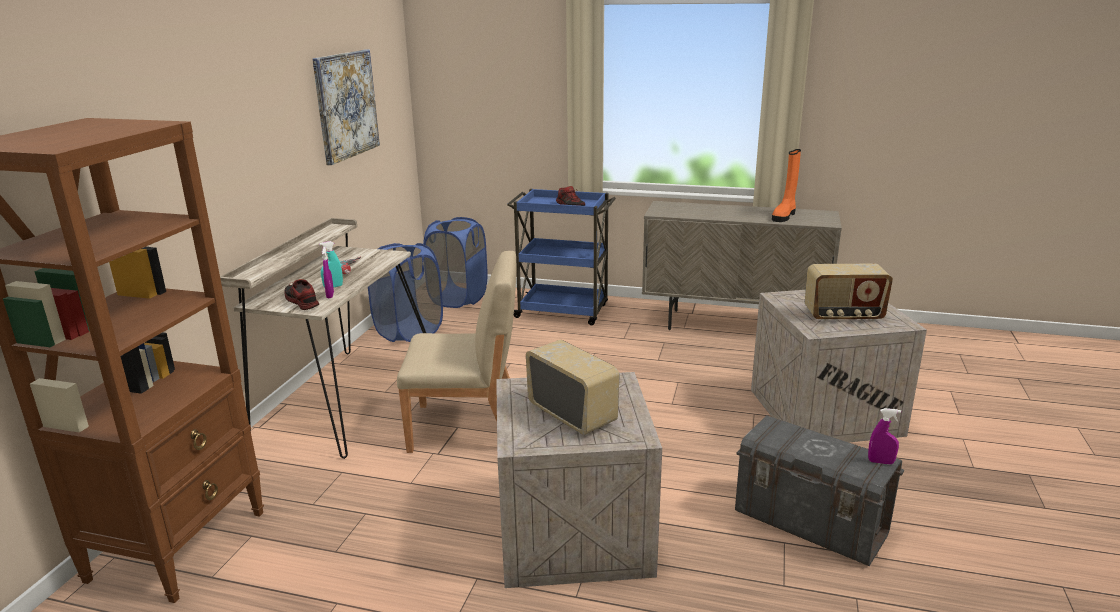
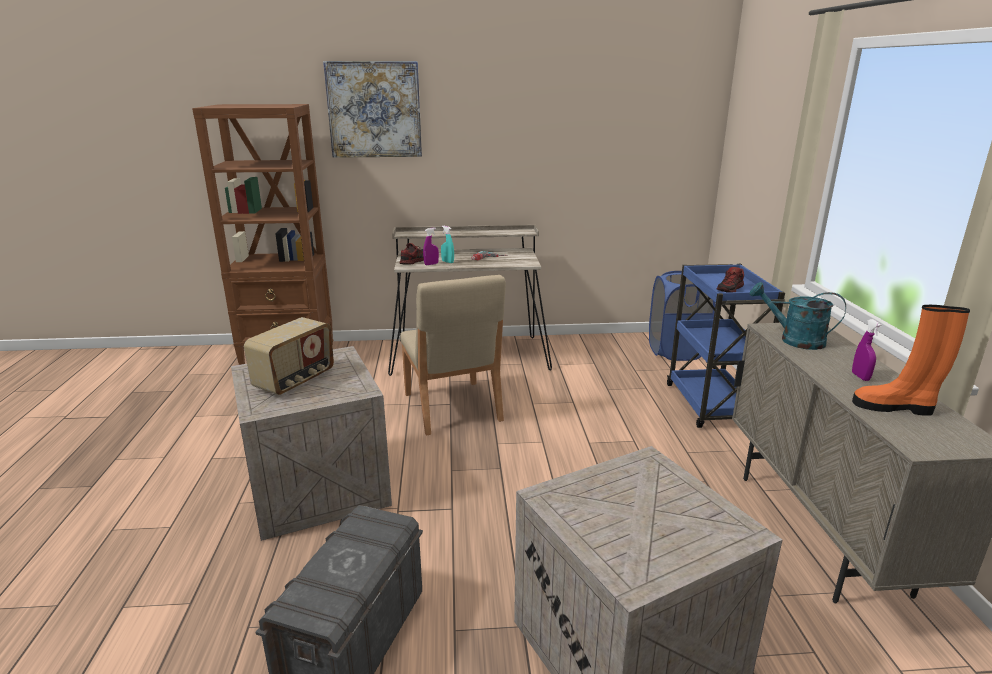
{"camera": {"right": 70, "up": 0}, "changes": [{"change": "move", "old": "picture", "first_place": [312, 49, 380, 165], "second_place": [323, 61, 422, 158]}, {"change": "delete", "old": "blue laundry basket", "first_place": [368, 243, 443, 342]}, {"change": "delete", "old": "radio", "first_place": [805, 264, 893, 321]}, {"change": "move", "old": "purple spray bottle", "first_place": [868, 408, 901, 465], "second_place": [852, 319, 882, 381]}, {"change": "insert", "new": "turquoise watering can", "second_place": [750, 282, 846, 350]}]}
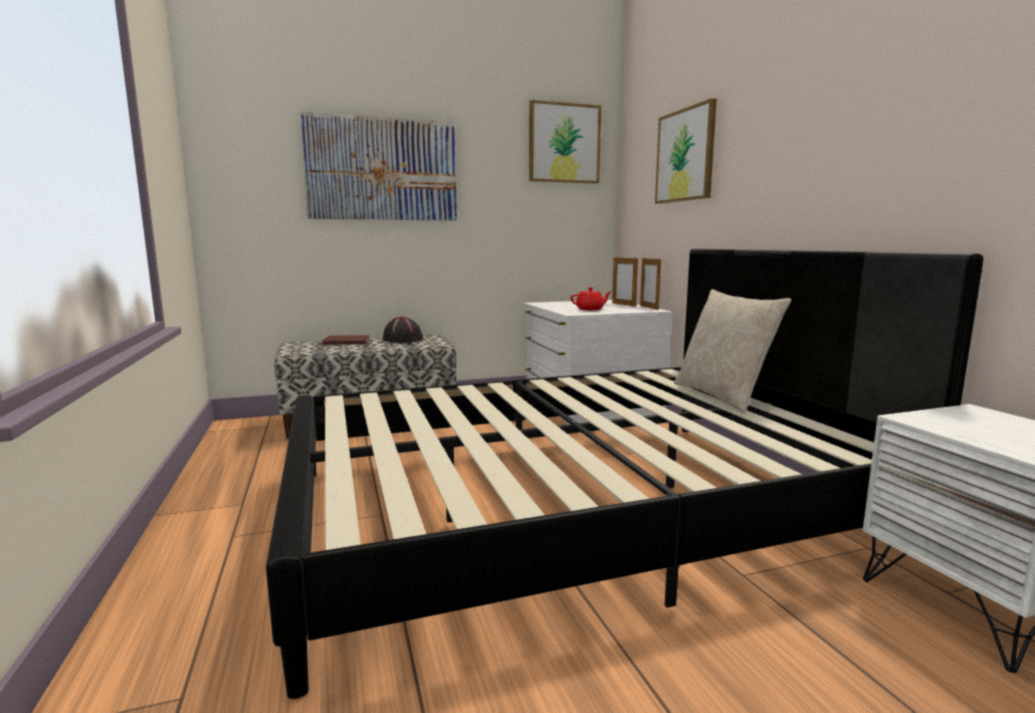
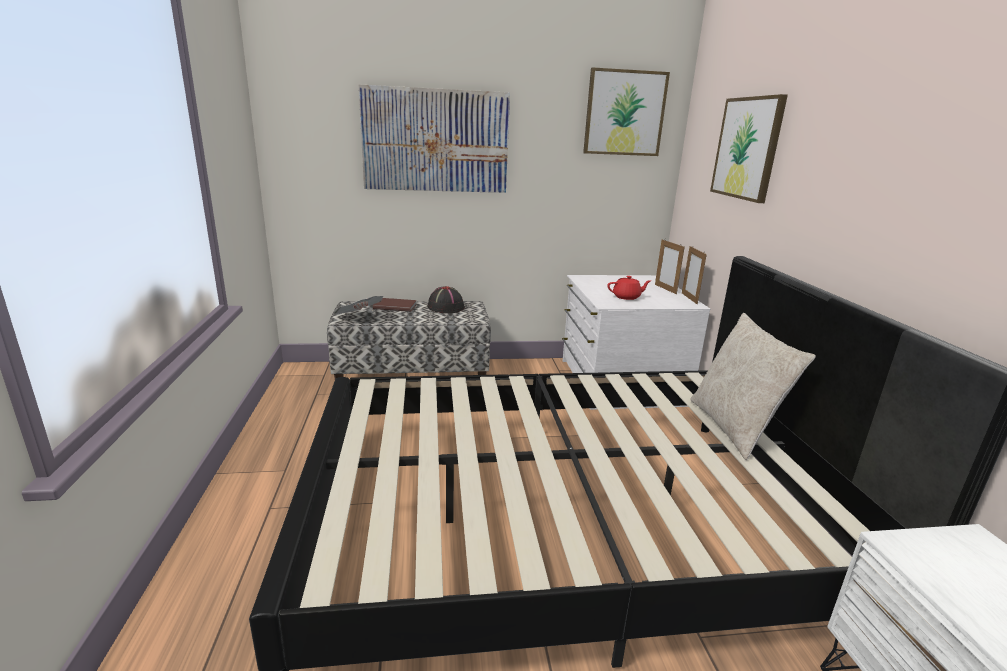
{"camera": {"right": 10, "up": 10}, "changes": [{"change": "insert", "new": "newspaper", "second_place": [333, 296, 384, 315]}]}
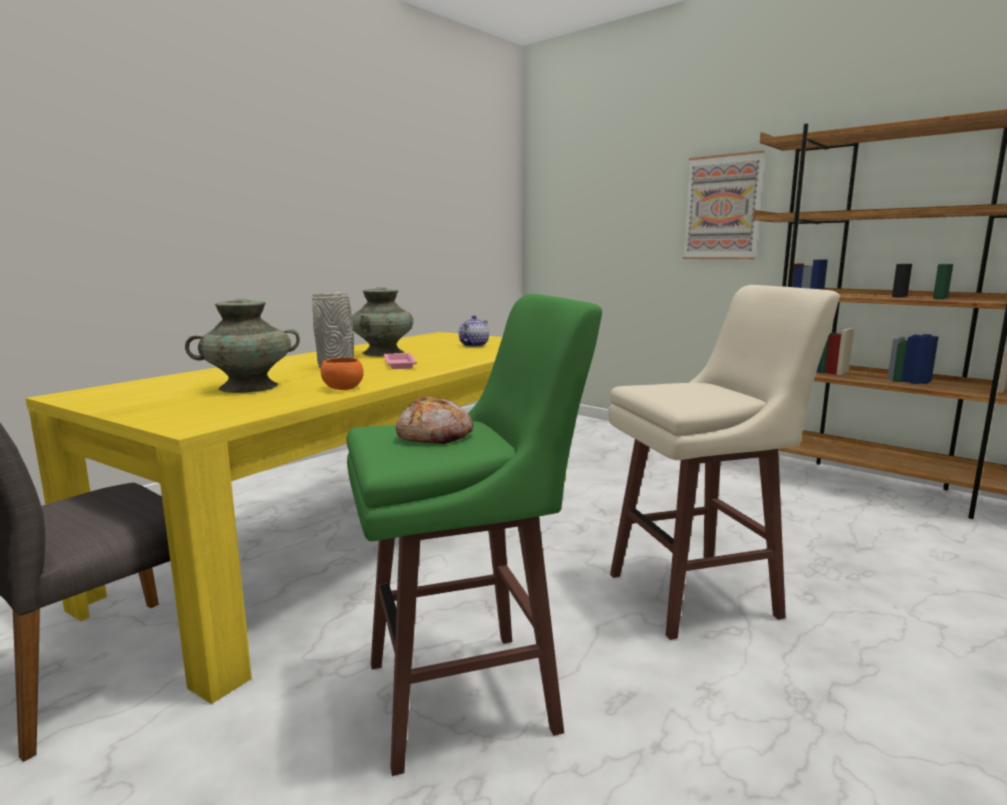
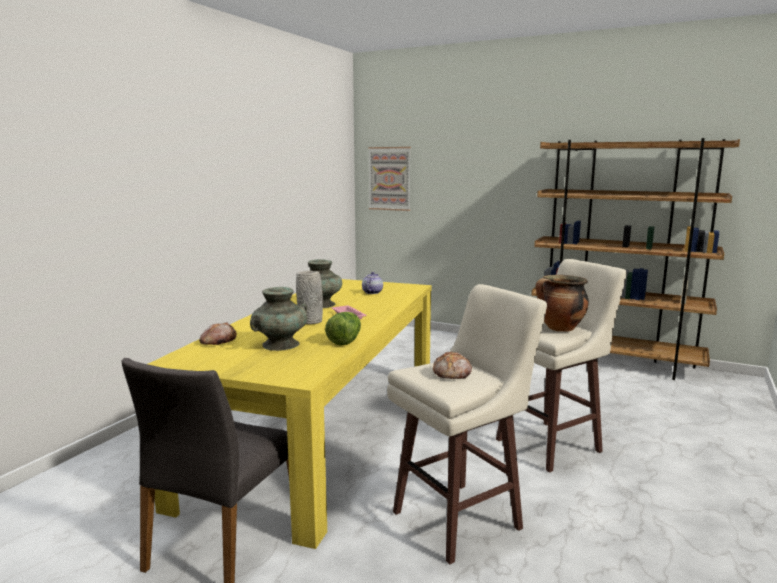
{"camera": {"right": -15, "up": 0}, "changes": [{"change": "move", "old": "picture", "first_place": [683, 150, 765, 259], "second_place": [368, 147, 411, 211]}, {"change": "recolor", "old": "green stool", "new": "beige stool", "first_place": [346, 294, 602, 776], "second_place": [387, 284, 547, 564]}, {"change": "replace", "old": "orange bowl", "new": "lettuce", "first_place": [321, 358, 364, 390], "second_place": [325, 312, 361, 346]}, {"change": "insert", "new": "cooking pot", "second_place": [536, 275, 589, 332]}, {"change": "insert", "new": "bread", "second_place": [199, 322, 237, 345]}]}
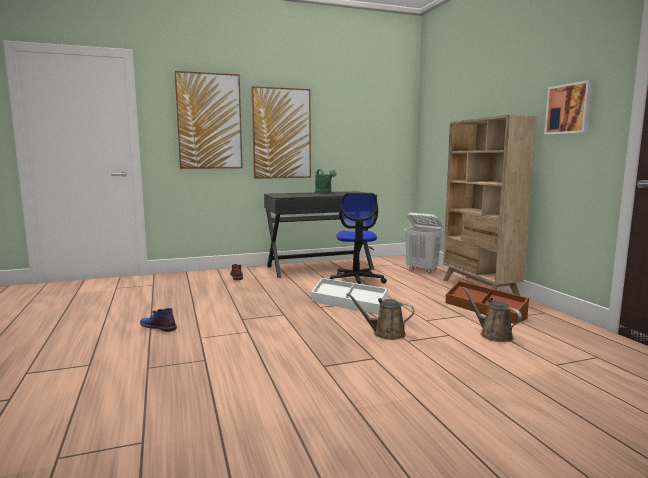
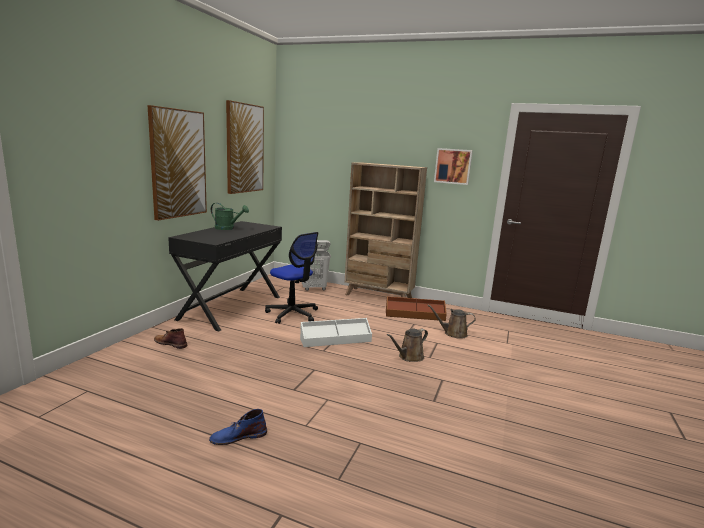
{"camera": {"right": -50, "up": 5}, "changes": [{"change": "move", "old": "picture", "first_place": [175, 71, 243, 169], "second_place": [226, 100, 264, 194]}]}
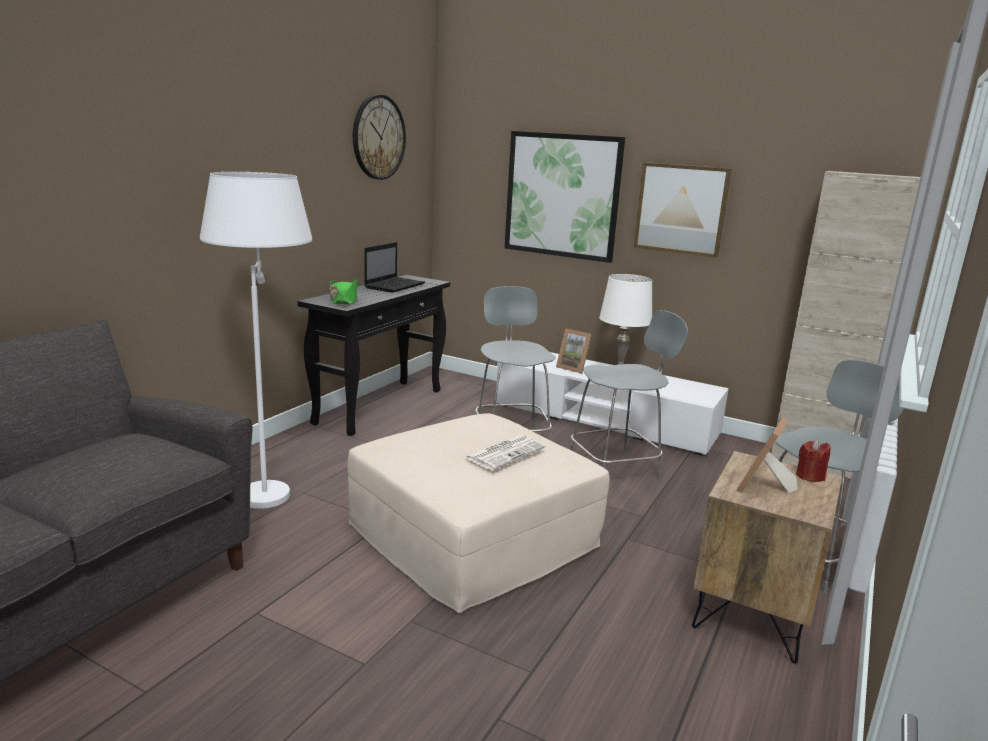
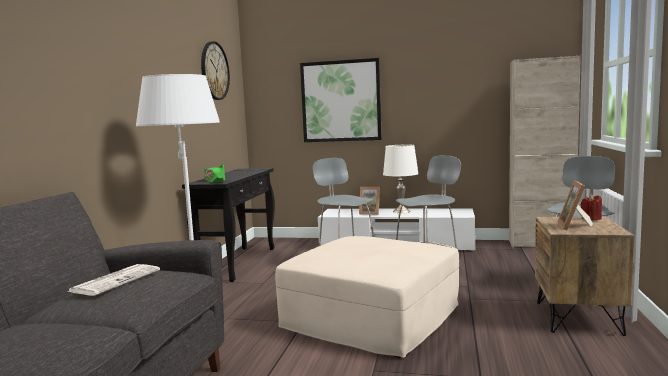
{"camera": {"right": -15, "up": -10}, "changes": [{"change": "delete", "old": "picture", "first_place": [634, 162, 732, 258]}, {"change": "delete", "old": "laptop", "first_place": [364, 242, 425, 293]}, {"change": "move", "old": "newspaper", "first_place": [464, 435, 546, 470], "second_place": [67, 264, 160, 296]}]}
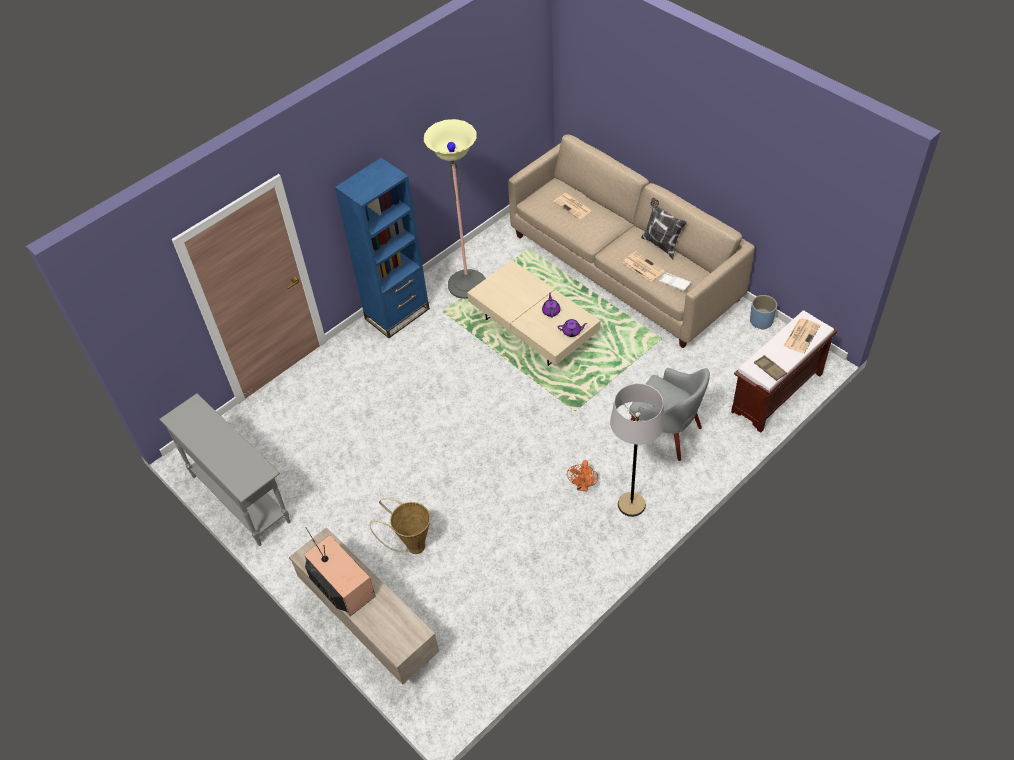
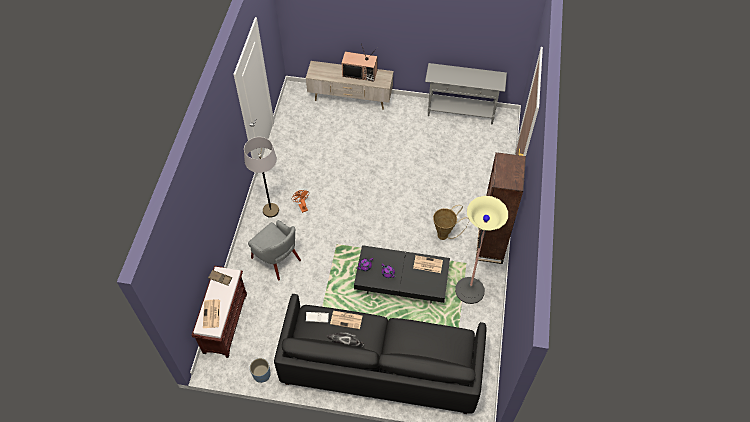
{"camera": {"right": 140, "up": 5}, "changes": [{"change": "recolor", "old": "beige sofa", "new": "black sofa", "first_place": [508, 134, 755, 348], "second_place": [274, 294, 486, 414]}, {"change": "recolor", "old": "blue bookcase", "new": "brown bookcase", "first_place": [335, 158, 430, 338], "second_place": [476, 152, 526, 264]}, {"change": "move", "old": "newspaper", "first_place": [553, 193, 593, 220], "second_place": [413, 255, 443, 273]}, {"change": "recolor", "old": "beige coffee table", "new": "black coffee table", "first_place": [467, 260, 600, 366], "second_place": [354, 245, 450, 303]}, {"change": "rotate", "old": "grey armchair", "first_place": [629, 368, 710, 461], "second_place": [248, 220, 301, 281], "degrees": -135}, {"change": "move", "old": "basket", "first_place": [370, 498, 430, 554], "second_place": [433, 205, 469, 240]}]}
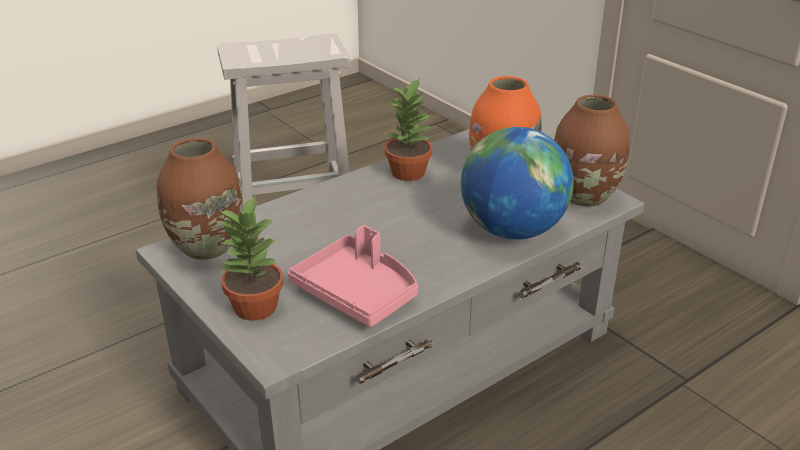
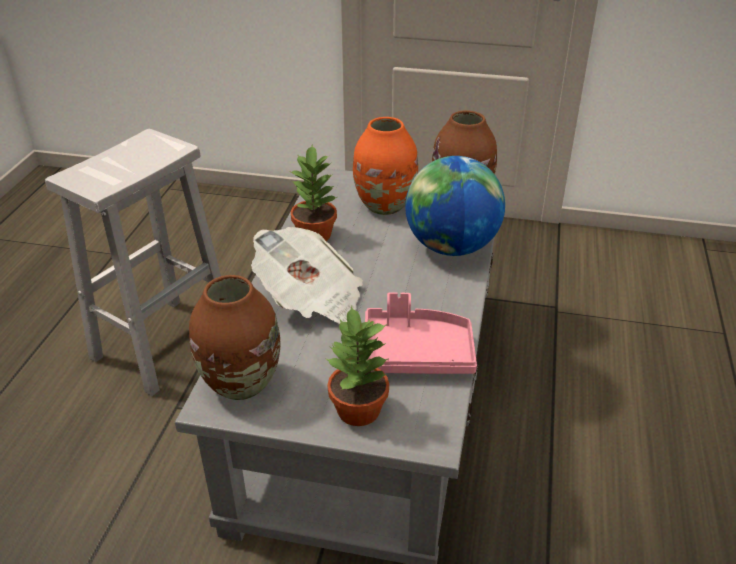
{"camera": {"right": -40, "up": 5}, "changes": [{"change": "insert", "new": "newspaper", "second_place": [251, 227, 363, 324]}]}
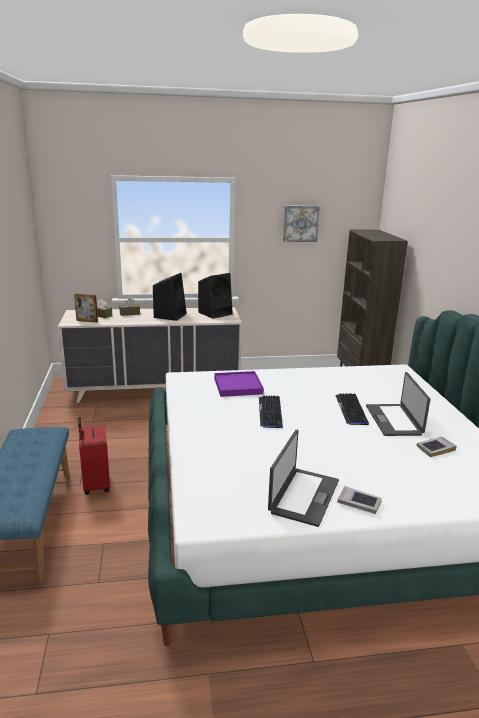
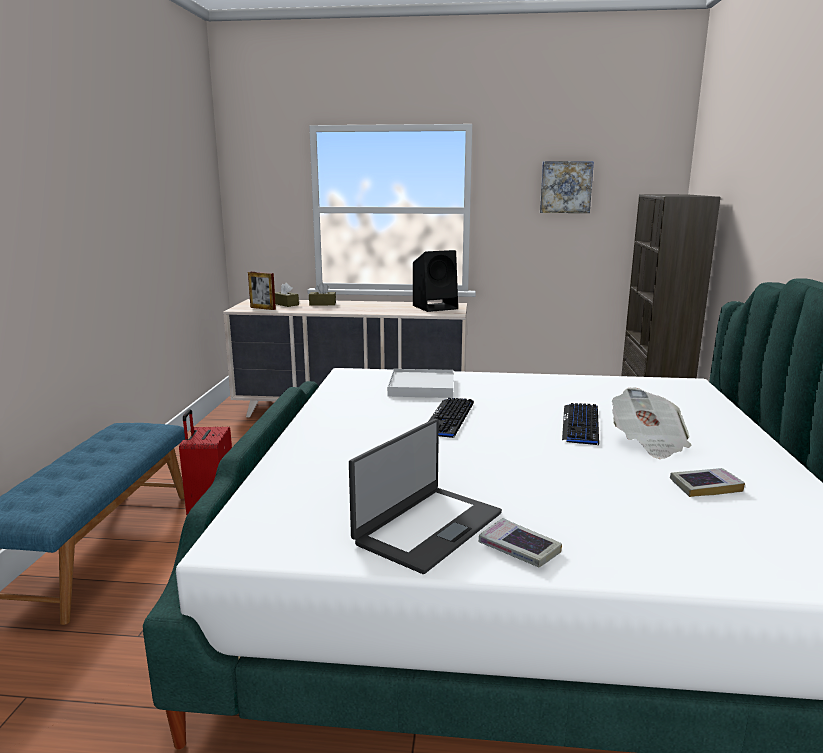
{"camera": {"right": 15, "up": -5}, "changes": [{"change": "delete", "old": "black speaker", "first_place": [153, 273, 187, 321]}, {"change": "recolor", "old": "purple tray", "new": "white tray", "first_place": [214, 371, 264, 397], "second_place": [387, 369, 454, 398]}, {"change": "replace", "old": "laptop", "new": "newspaper", "first_place": [366, 372, 430, 436], "second_place": [612, 387, 692, 459]}]}
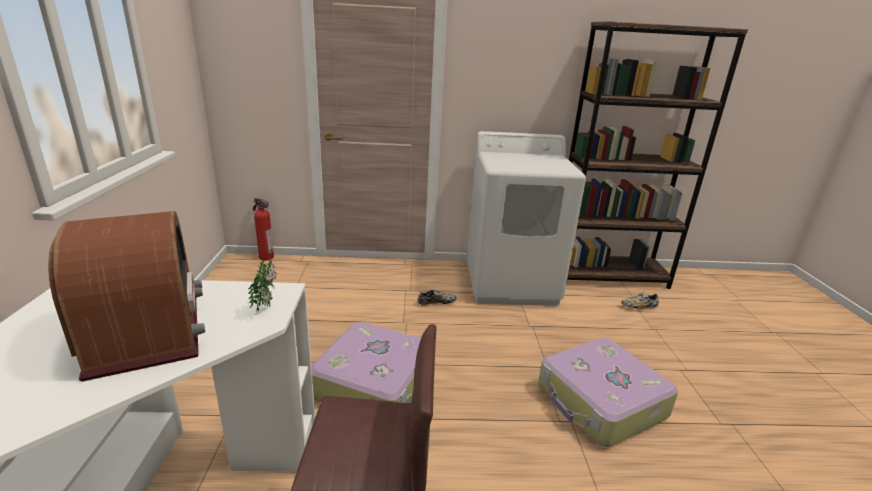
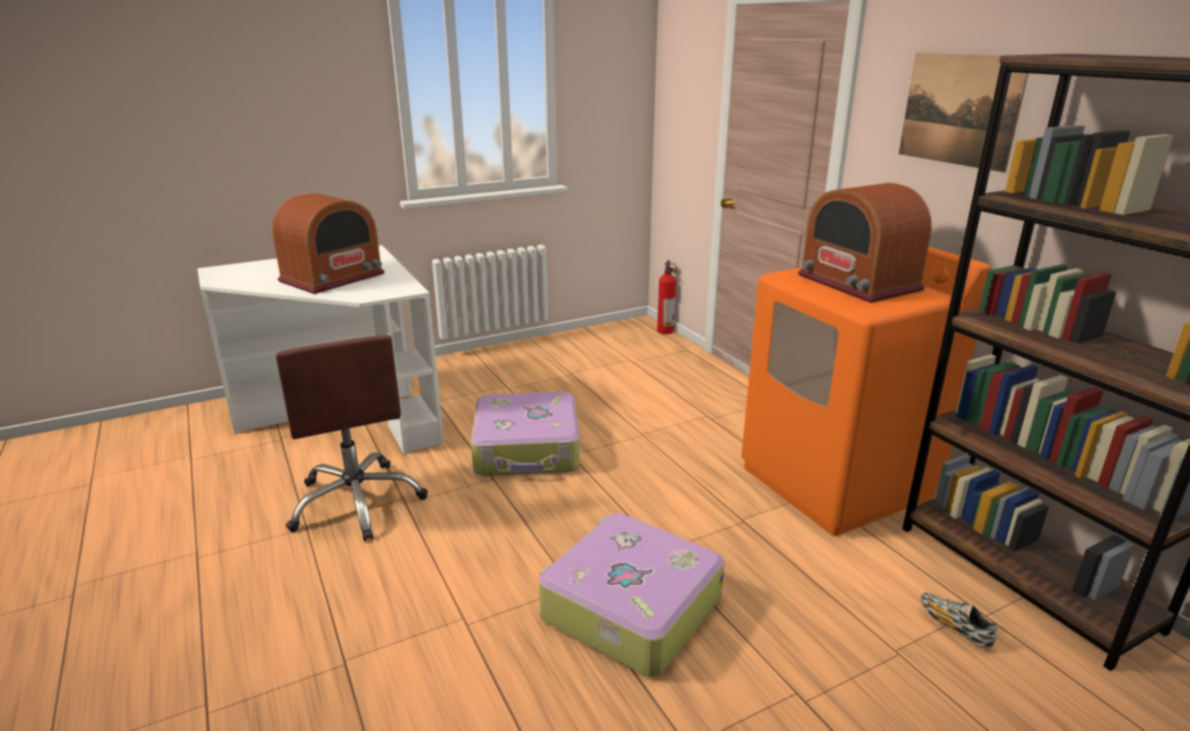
{"camera": {"right": 65, "up": 0}, "changes": [{"change": "recolor", "old": "white washing machine", "new": "orange washing machine", "first_place": [466, 131, 586, 306], "second_place": [741, 247, 992, 536]}, {"change": "delete", "old": "potted plant", "first_place": [248, 258, 277, 314]}, {"change": "delete", "old": "shoe", "first_place": [418, 290, 457, 305]}, {"change": "insert", "new": "picture", "second_place": [899, 53, 1028, 173]}, {"change": "insert", "new": "radio", "second_place": [798, 183, 932, 303]}]}
